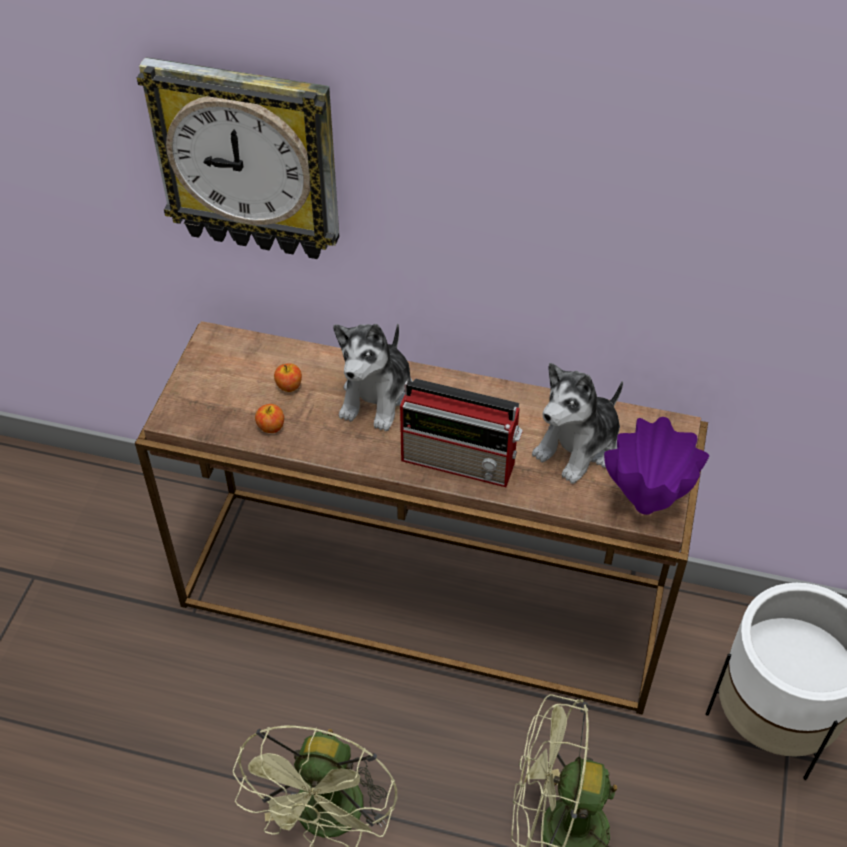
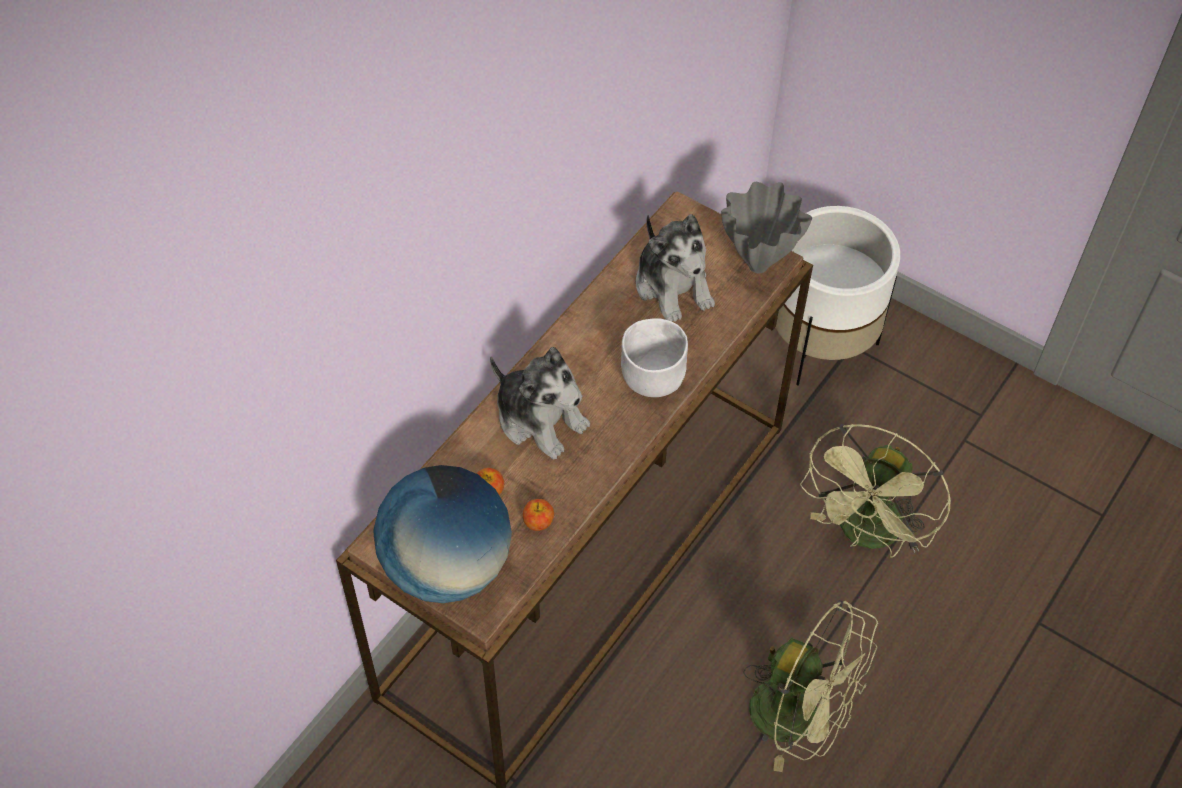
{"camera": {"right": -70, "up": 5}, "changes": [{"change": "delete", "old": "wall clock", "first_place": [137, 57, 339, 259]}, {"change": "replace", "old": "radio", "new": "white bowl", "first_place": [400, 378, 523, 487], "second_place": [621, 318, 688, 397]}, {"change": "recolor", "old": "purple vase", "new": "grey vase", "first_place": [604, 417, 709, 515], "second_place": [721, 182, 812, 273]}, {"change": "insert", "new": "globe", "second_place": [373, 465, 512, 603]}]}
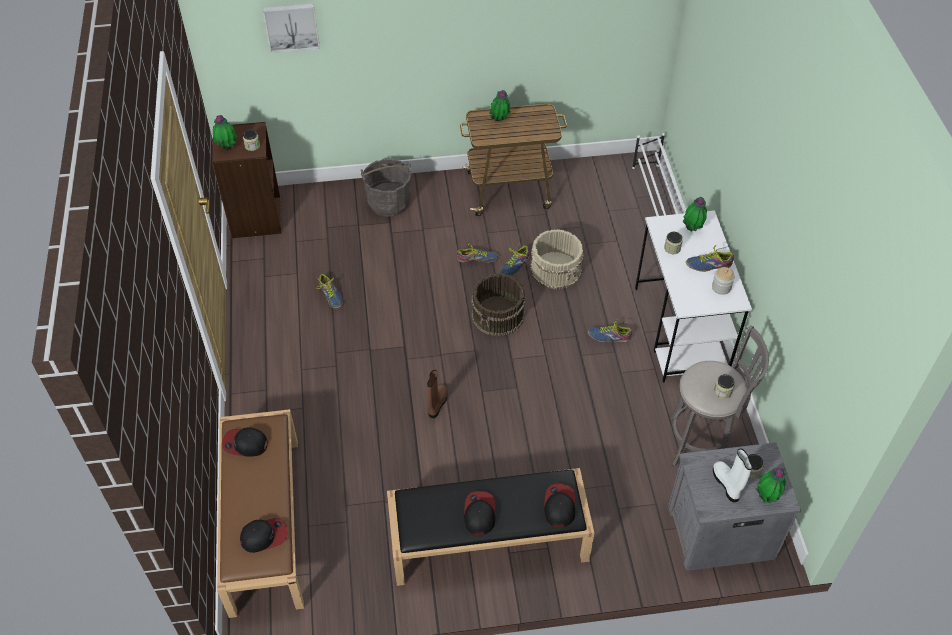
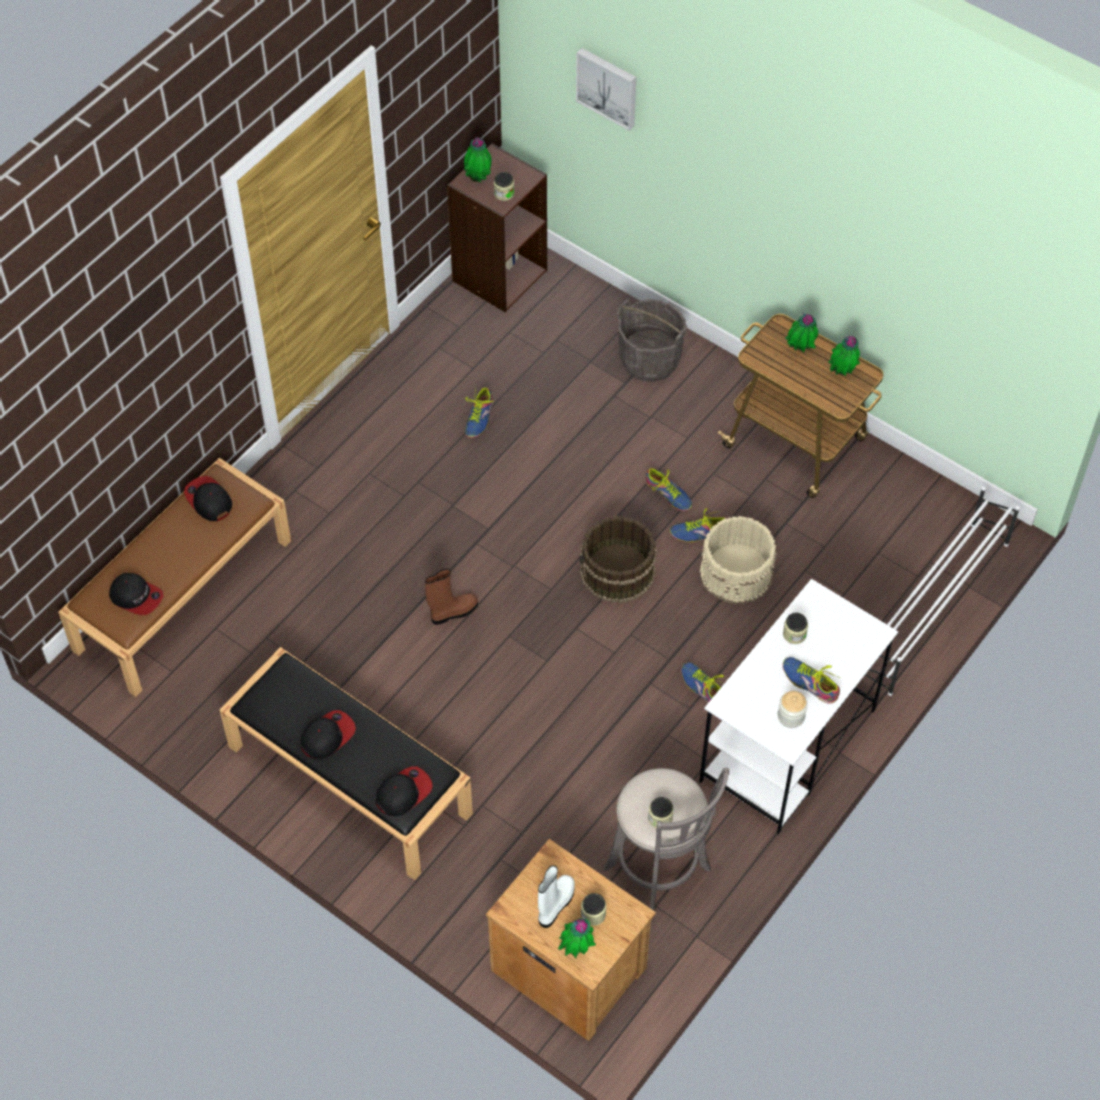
{"camera": {"right": 45, "up": 5}, "changes": [{"change": "move", "old": "potted plant", "first_place": [683, 197, 707, 232], "second_place": [828, 336, 860, 376]}, {"change": "recolor", "old": "grey nightstand", "new": "brown nightstand", "first_place": [668, 442, 801, 571], "second_place": [486, 839, 656, 1041]}]}
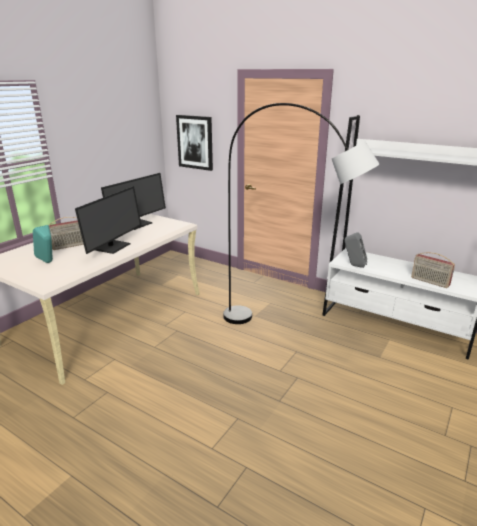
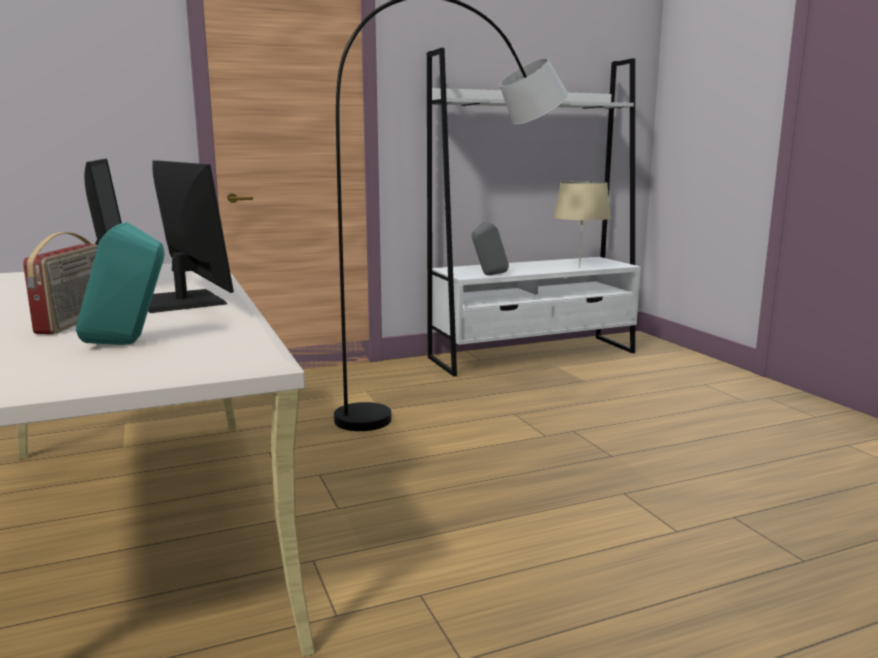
{"camera": {"right": -55, "up": -10}, "changes": [{"change": "delete", "old": "picture", "first_place": [176, 115, 213, 171]}, {"change": "replace", "old": "radio", "new": "beige table lamp", "first_place": [411, 252, 455, 288], "second_place": [554, 182, 611, 268]}]}
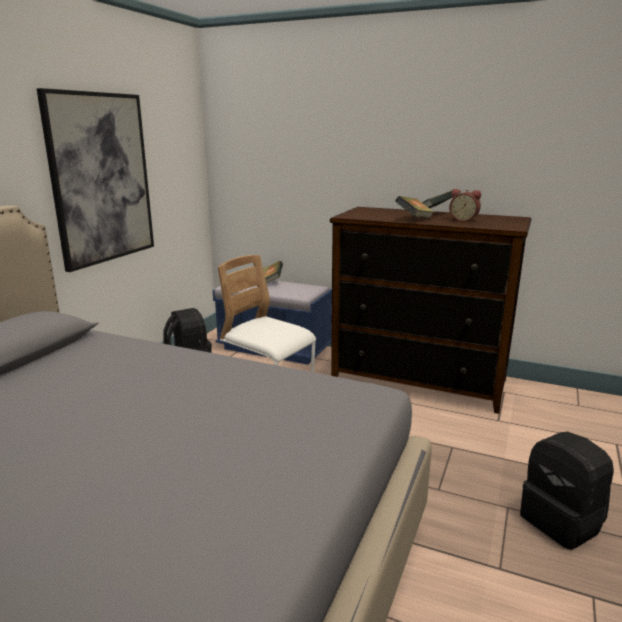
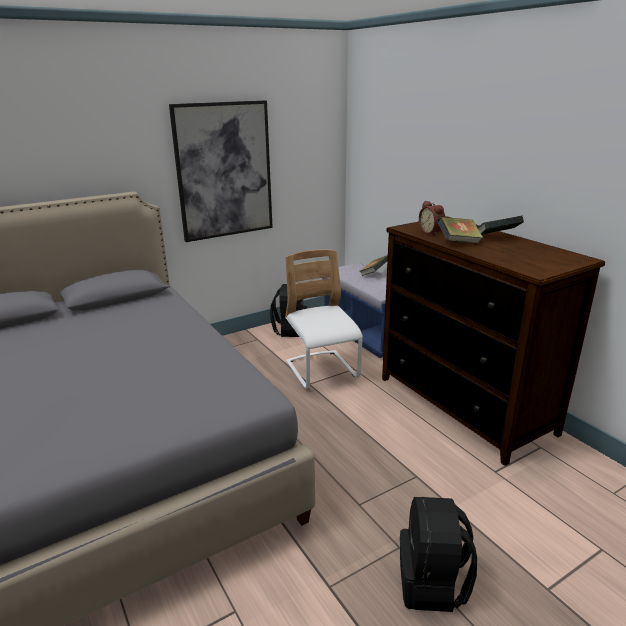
{"camera": {"right": 35, "up": 5}, "changes": [{"change": "move", "old": "alarm clock", "first_place": [449, 189, 481, 222], "second_place": [419, 201, 445, 236]}]}
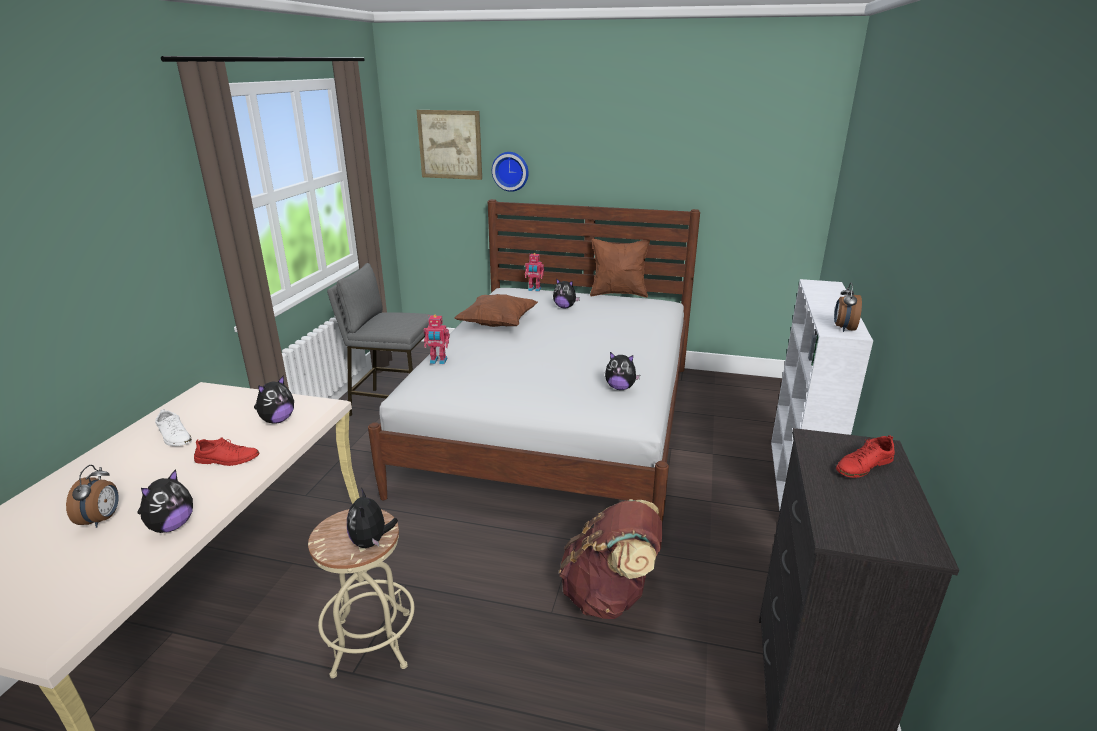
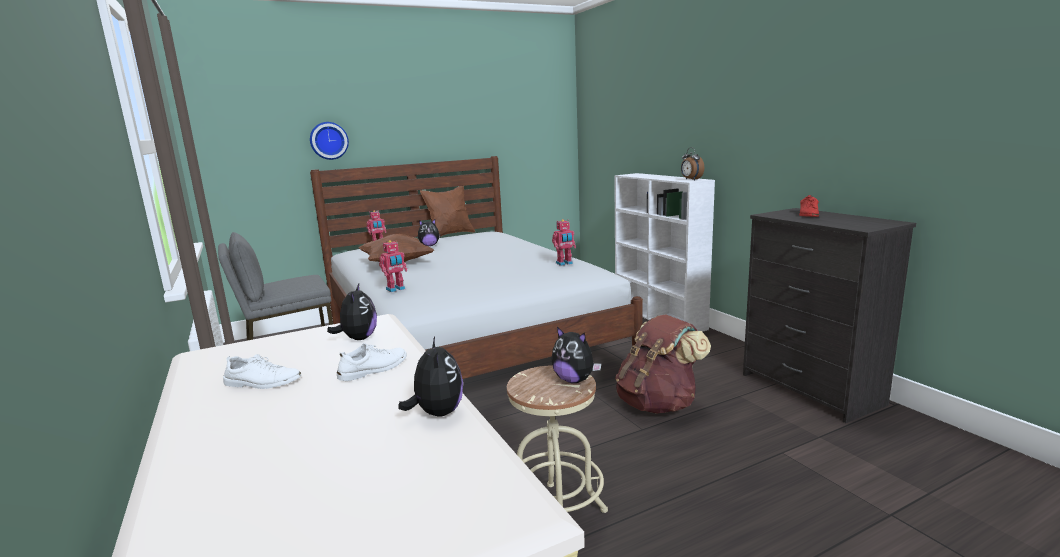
{"camera": {"right": -40, "up": -10}, "changes": [{"change": "delete", "old": "picture", "first_place": [417, 110, 482, 180]}, {"change": "replace", "old": "plush toy", "new": "toy robot", "first_place": [605, 352, 640, 390], "second_place": [552, 219, 576, 266]}, {"change": "recolor", "old": "red shoe", "new": "white shoe", "first_place": [194, 438, 259, 466], "second_place": [337, 343, 407, 381]}, {"change": "delete", "old": "alarm clock", "first_place": [66, 465, 119, 528]}]}
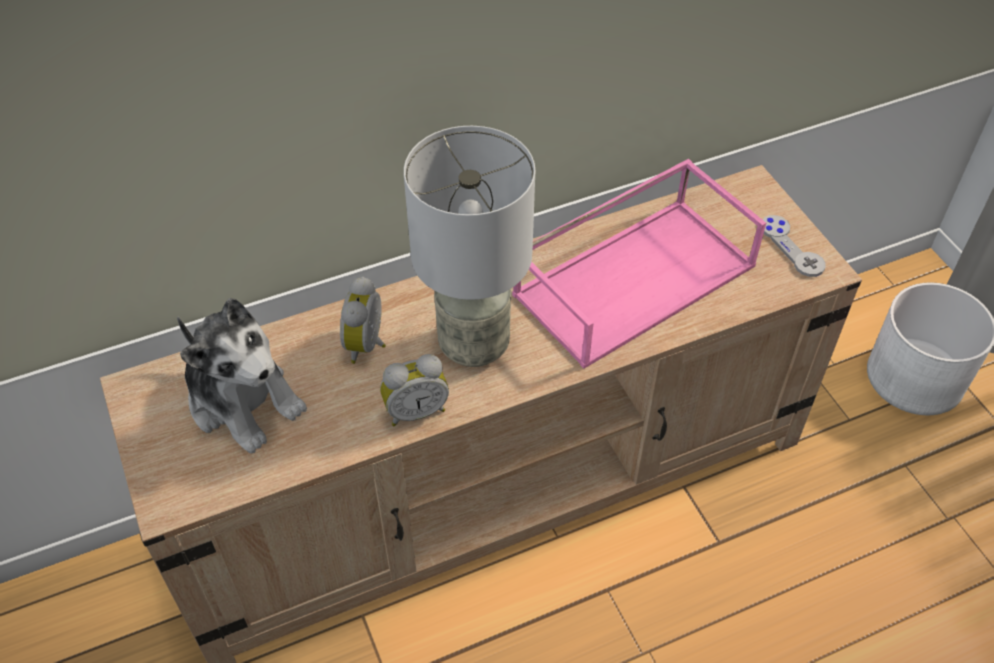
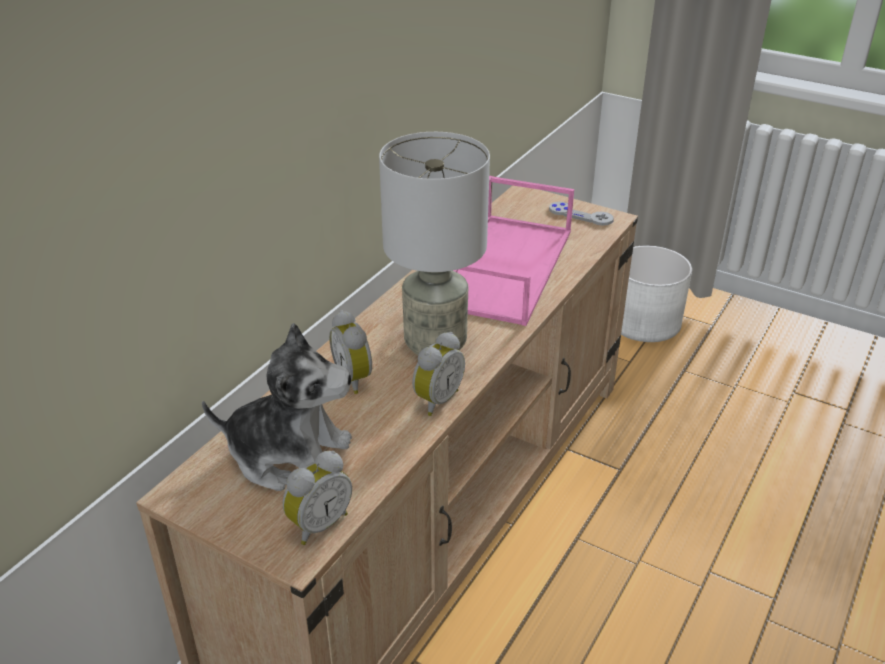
{"camera": {"right": -35, "up": -15}, "changes": [{"change": "insert", "new": "alarm clock", "second_place": [283, 451, 352, 545]}]}
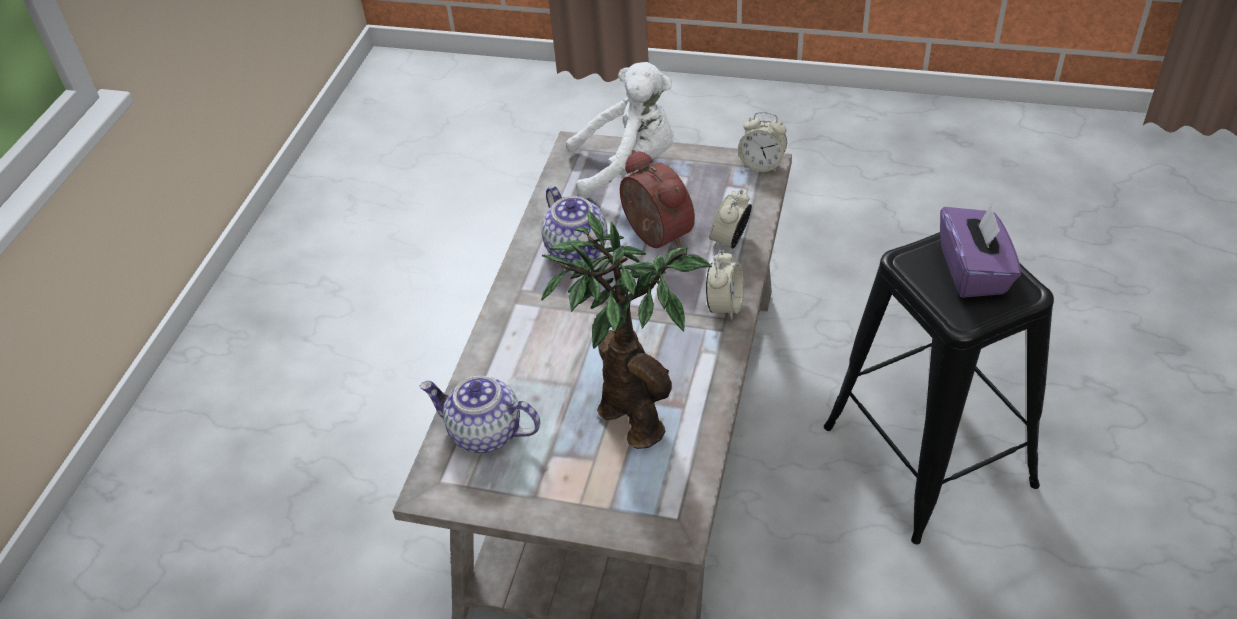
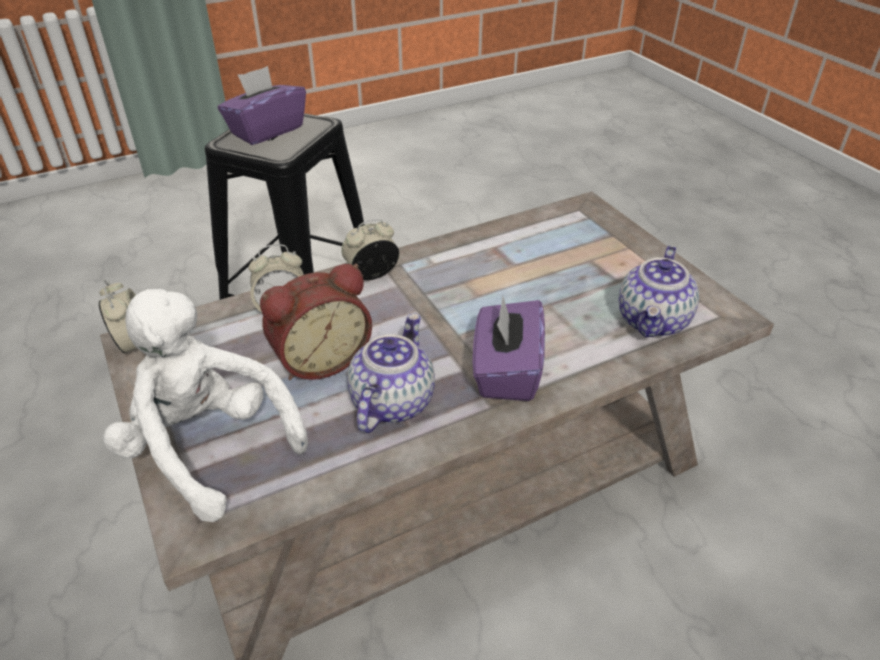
{"camera": {"right": -135, "up": -5}, "changes": [{"change": "rotate", "old": "alarm clock", "first_place": [620, 150, 695, 248], "second_place": [260, 264, 372, 380], "degrees": -135}, {"change": "delete", "old": "potted plant", "first_place": [541, 210, 712, 449]}, {"change": "rotate", "old": "teapot", "first_place": [420, 376, 540, 453], "second_place": [619, 246, 699, 337], "degrees": 45}, {"change": "insert", "new": "purple tissue box", "second_place": [473, 296, 545, 401]}]}
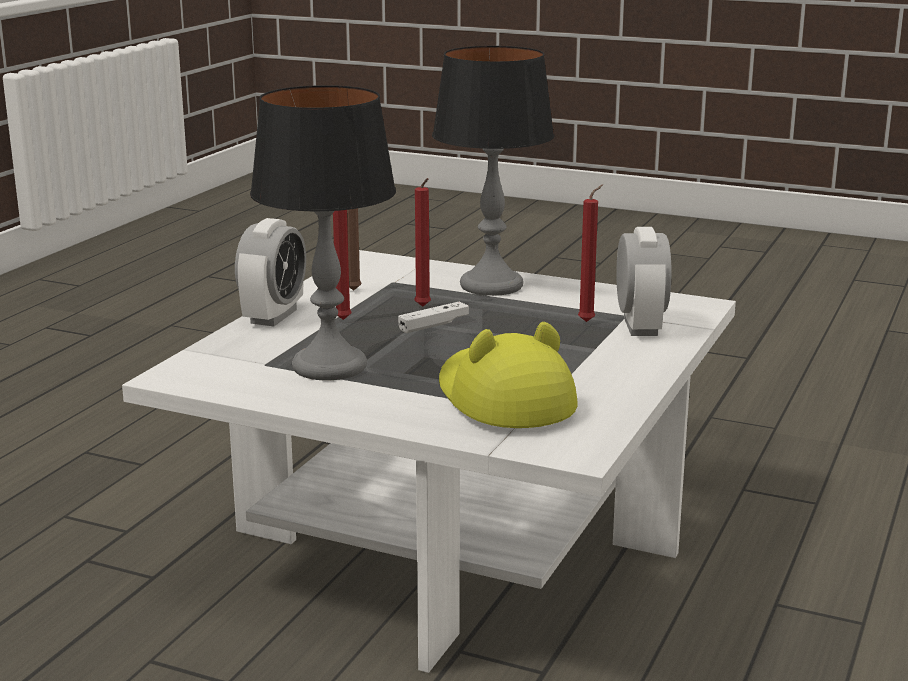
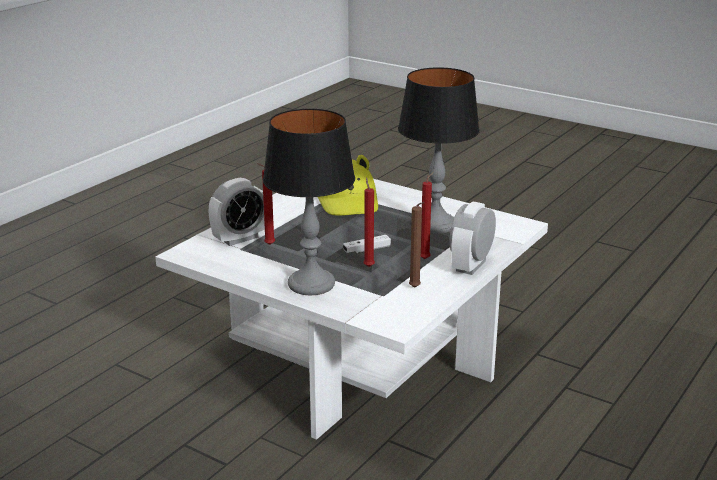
{"camera": {"right": -170, "up": 5}, "changes": [{"change": "rotate", "old": "alarm clock", "first_place": [616, 227, 671, 336], "second_place": [208, 178, 265, 246], "degrees": -135}]}
